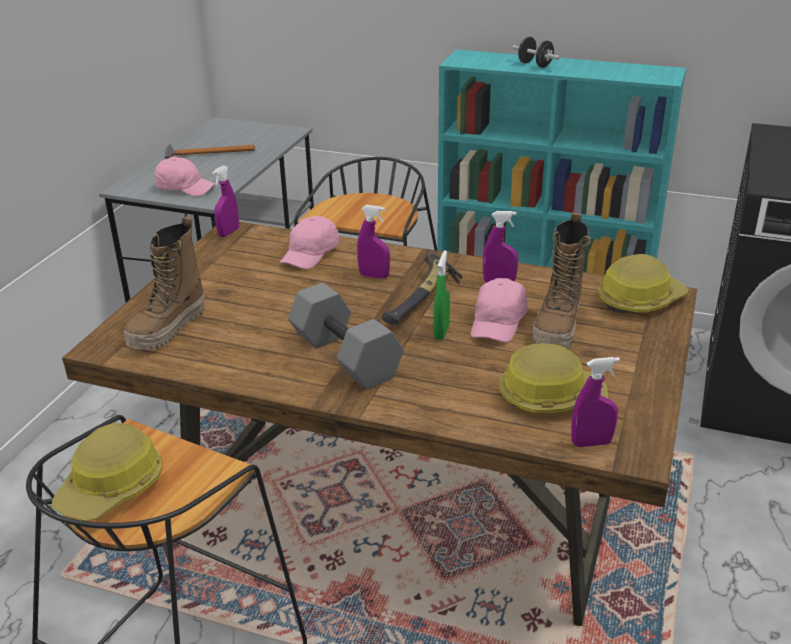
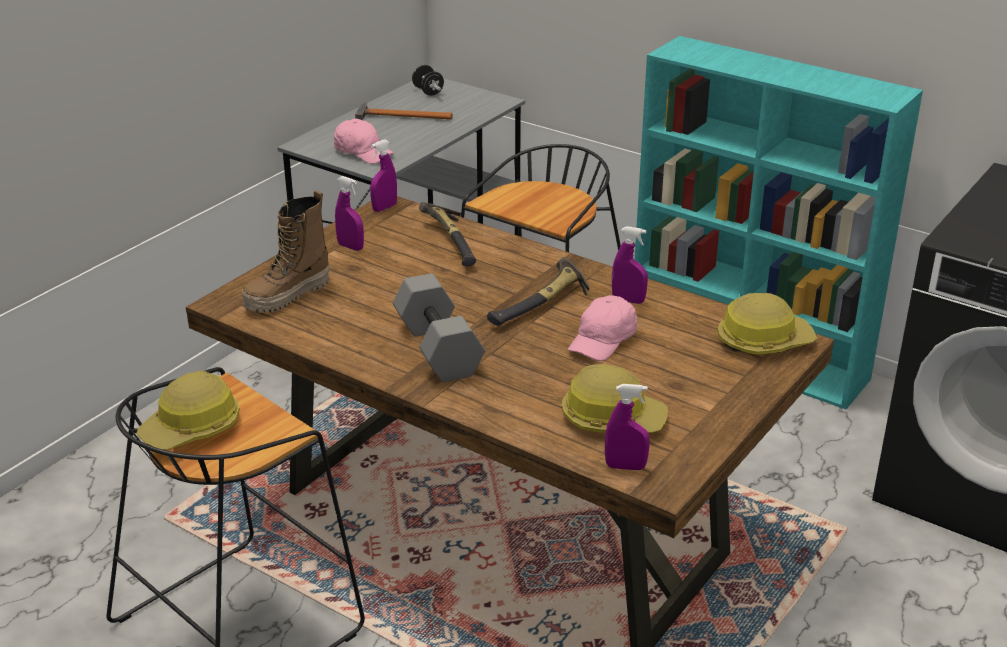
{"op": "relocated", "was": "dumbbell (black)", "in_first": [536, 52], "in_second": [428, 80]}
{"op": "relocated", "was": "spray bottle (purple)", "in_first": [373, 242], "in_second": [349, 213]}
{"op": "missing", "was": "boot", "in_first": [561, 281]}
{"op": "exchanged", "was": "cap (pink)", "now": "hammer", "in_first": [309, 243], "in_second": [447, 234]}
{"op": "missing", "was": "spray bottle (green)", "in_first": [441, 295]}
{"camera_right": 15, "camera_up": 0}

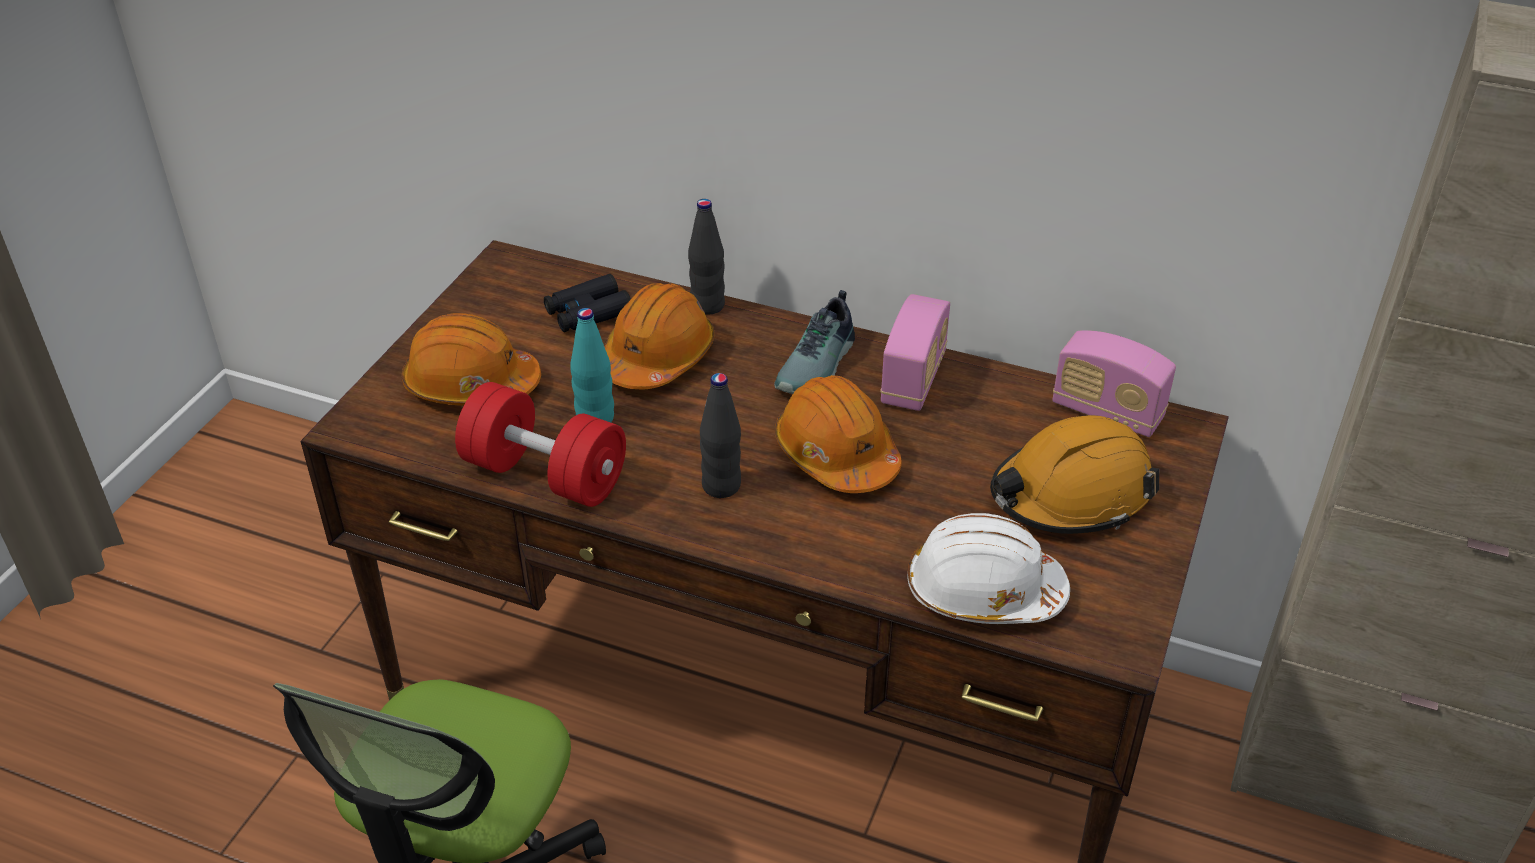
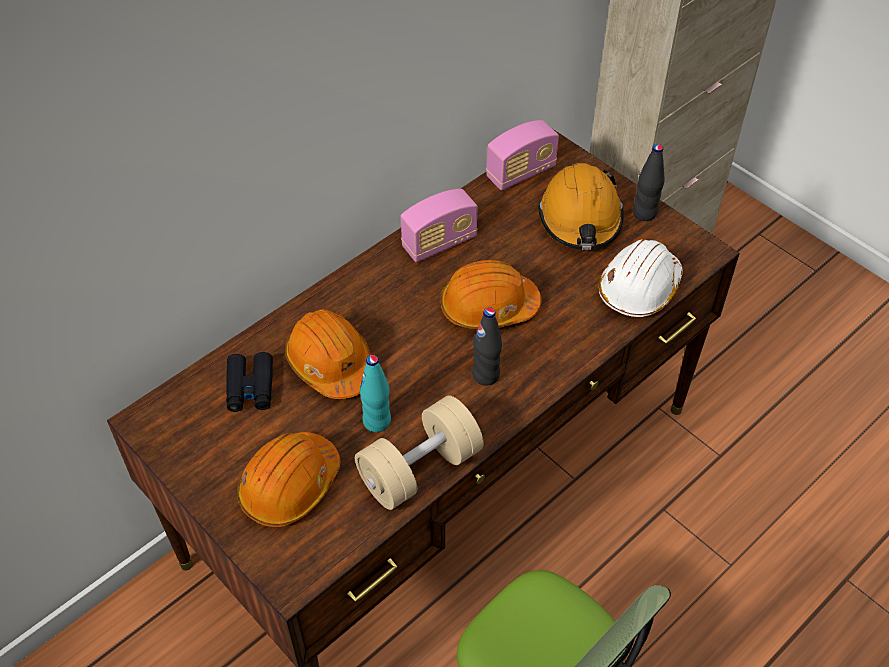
{"op": "relocated", "was": "bottle (black)", "in_first": [706, 257], "in_second": [649, 182]}
{"op": "missing", "was": "shoe", "in_first": [814, 342]}
{"op": "spun", "was": "radio", "in_first": [915, 352], "in_second": [439, 225], "clockwise": 105}
{"op": "colour", "was": "dumbbell (red)", "now": "dumbbell (beige)", "in_first": [540, 444], "in_second": [419, 453]}
{"camera_right": -65, "camera_up": 10}

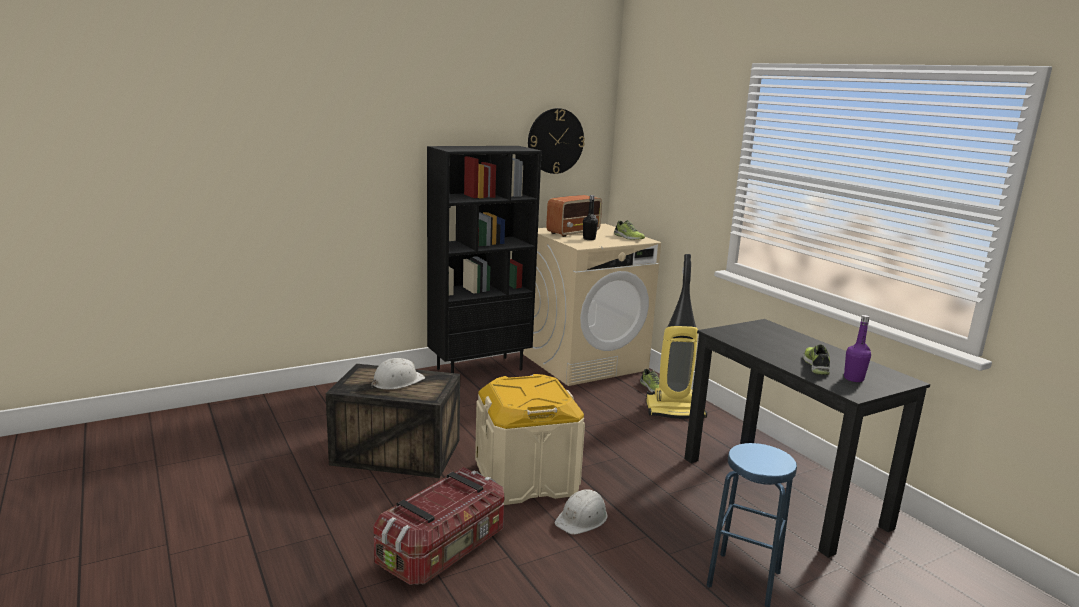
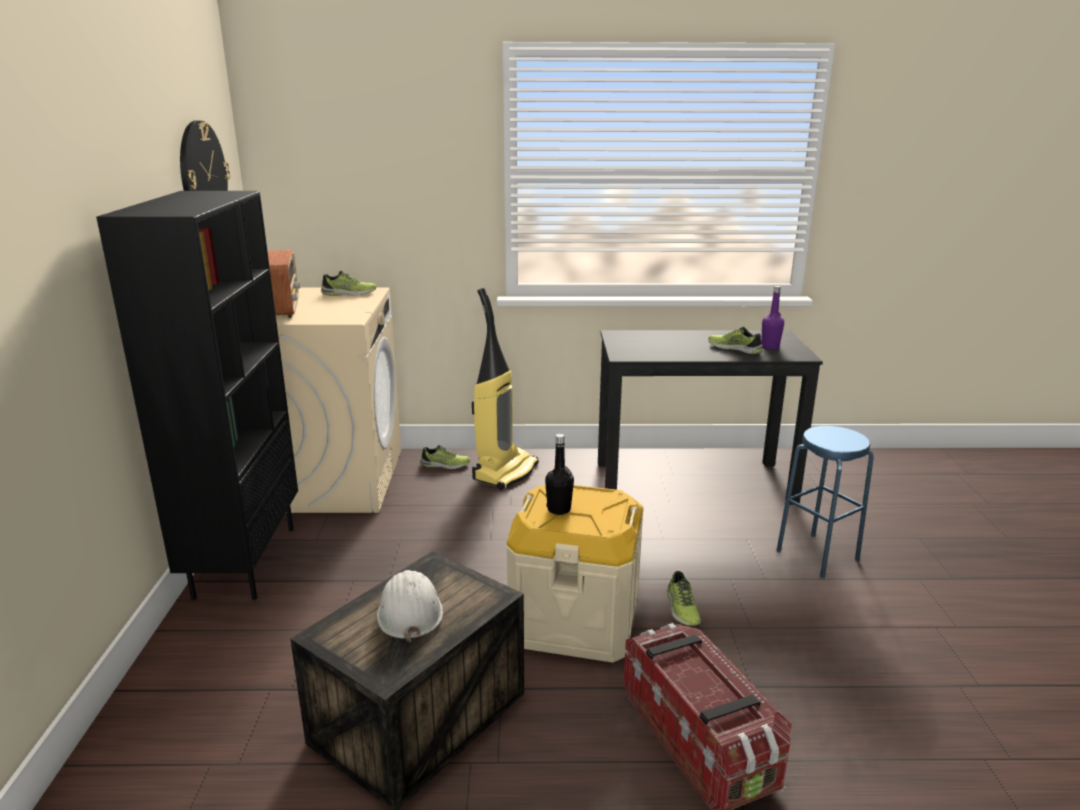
{"op": "relocated", "was": "bottle (black)", "in_first": [590, 217], "in_second": [559, 474]}
{"op": "exchanged", "was": "hard hat (white)", "now": "shoe", "in_first": [581, 512], "in_second": [684, 598]}
{"camera_right": -60, "camera_up": 5}

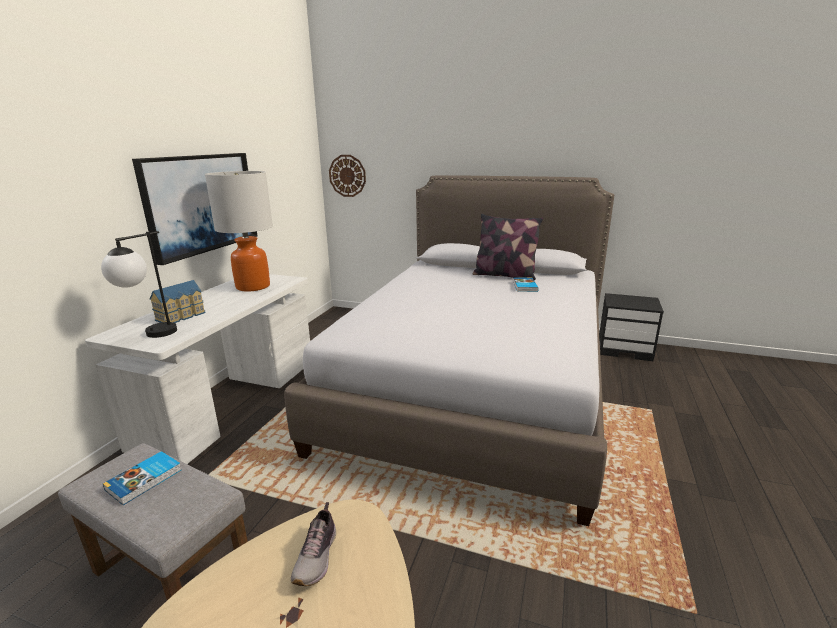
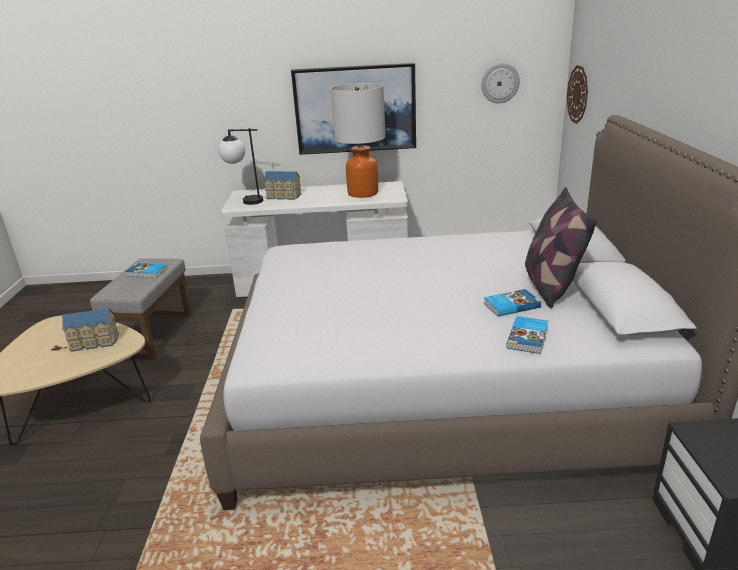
{"op": "exchanged", "was": "shoe", "now": "toy house", "in_first": [313, 544], "in_second": [90, 330]}
{"op": "appeared", "now": "wall clock", "in_second": [500, 83]}
{"op": "appeared", "now": "book", "in_second": [527, 335]}
{"camera_right": 70, "camera_up": 5}

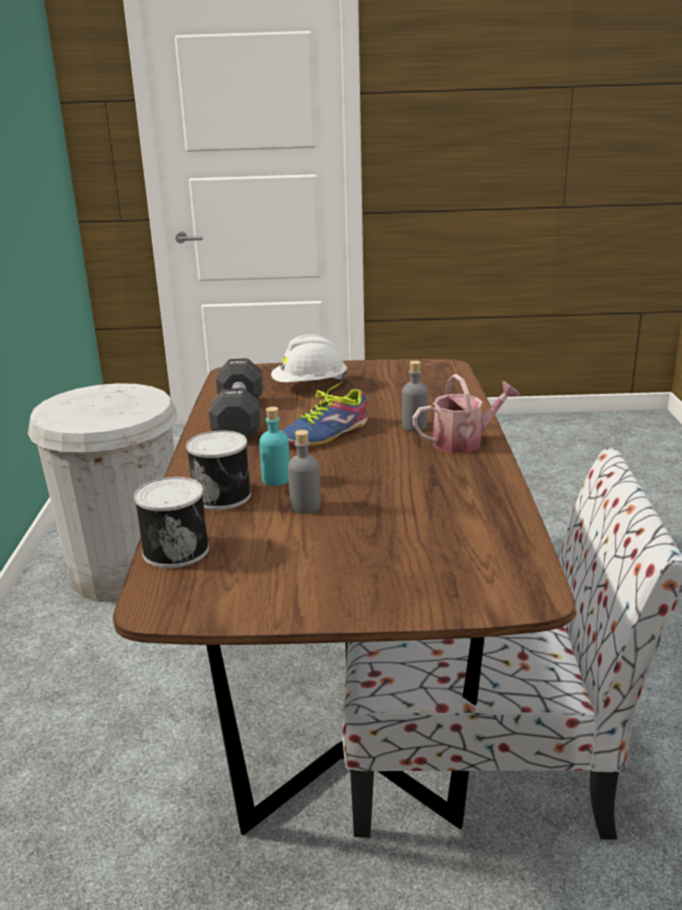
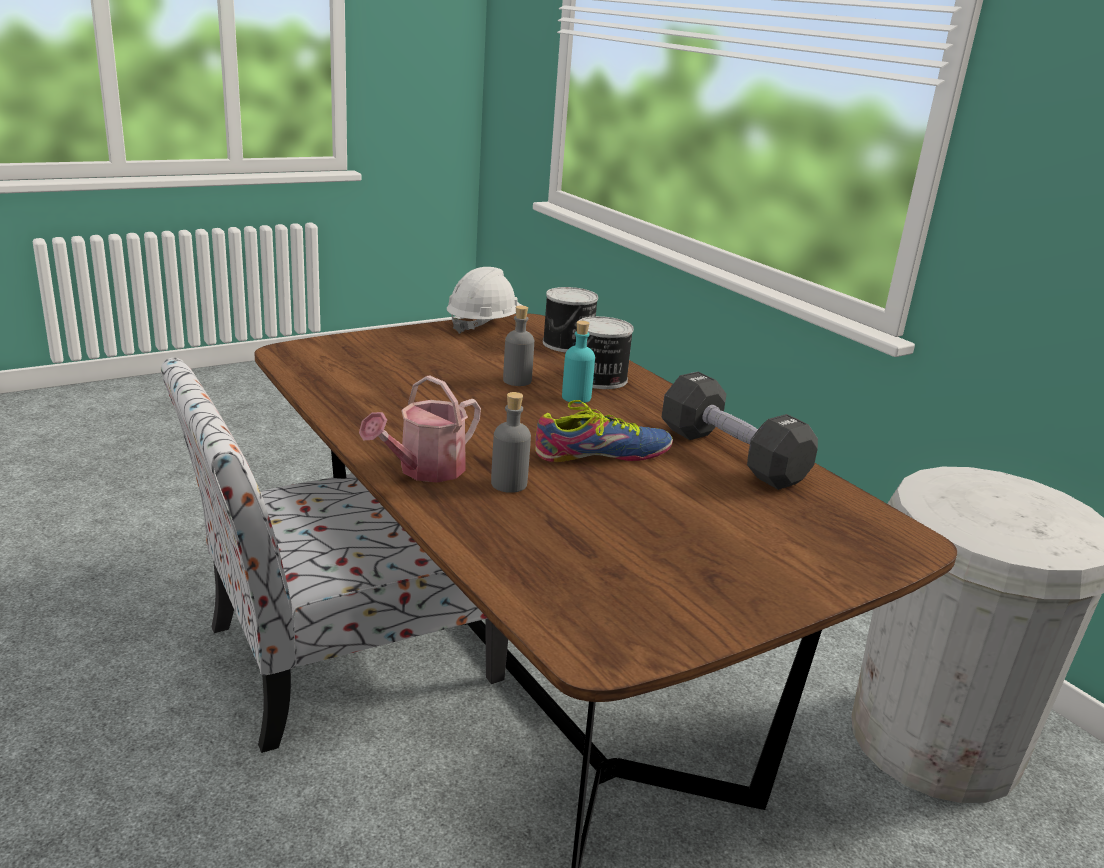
{"op": "relocated", "was": "hard hat (white)", "in_first": [309, 358], "in_second": [485, 300]}
{"op": "spun", "was": "shoe", "in_first": [325, 414], "in_second": [604, 431], "clockwise": 60}
{"camera_right": 145, "camera_up": 0}

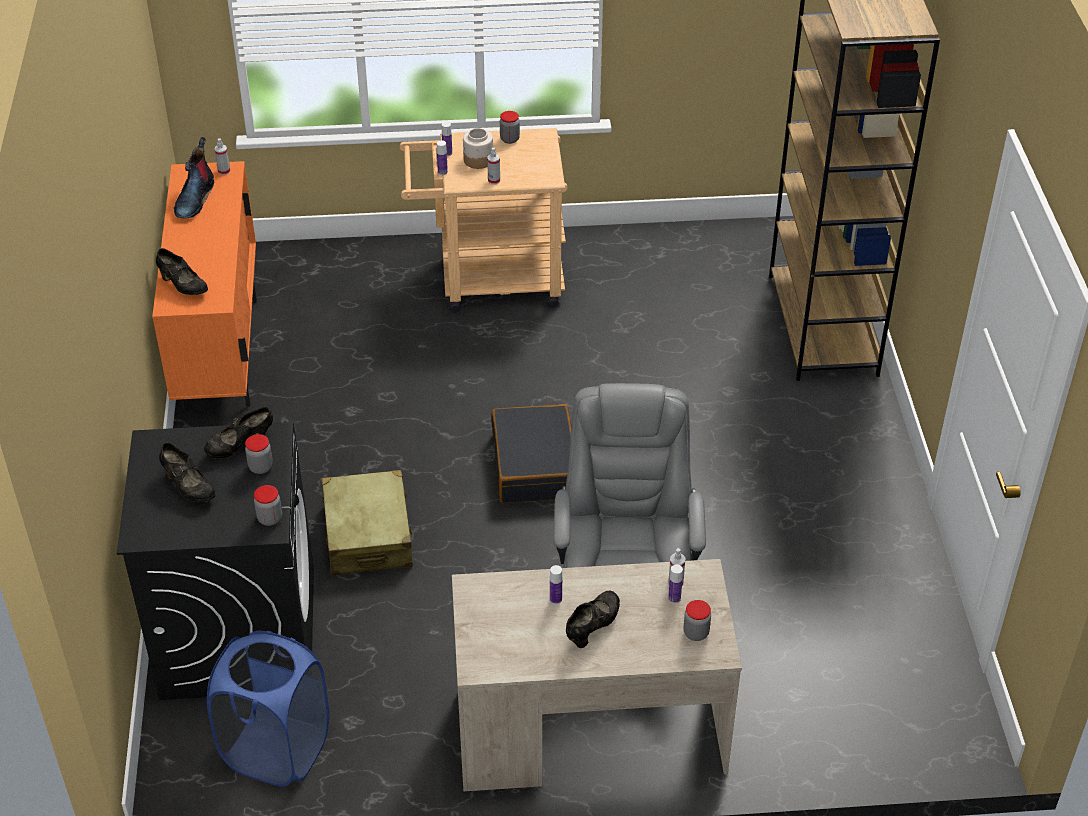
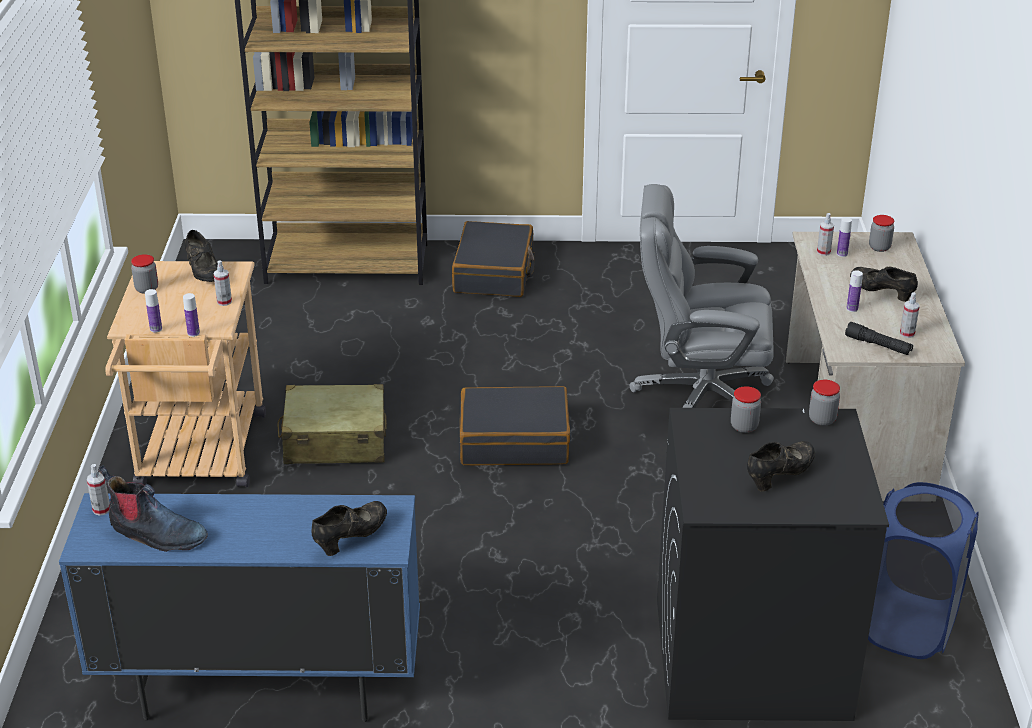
{"op": "missing", "was": "jar", "in_first": [478, 148]}
{"op": "colour", "was": "cabinet (orange)", "now": "cabinet (blue)", "in_first": [204, 286], "in_second": [239, 607]}
{"op": "relocated", "was": "shoe (black)", "in_first": [238, 432], "in_second": [201, 256]}
{"op": "relocated", "was": "suitcase (beige)", "in_first": [367, 523], "in_second": [332, 424]}
{"op": "appeared", "now": "suitcase (black)", "in_second": [493, 259]}
{"op": "appeared", "now": "spray bottle", "in_second": [909, 315]}
{"op": "appeared", "now": "flashlight (black)", "in_second": [879, 338]}
{"camera_right": -85, "camera_up": -10}

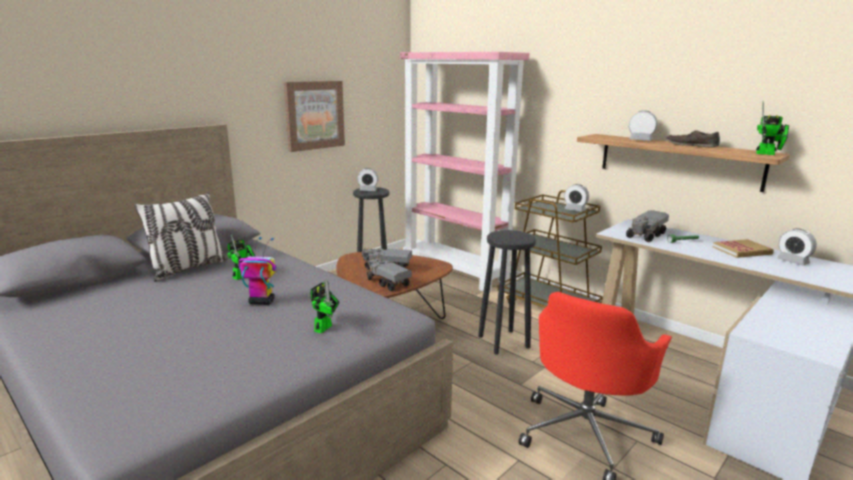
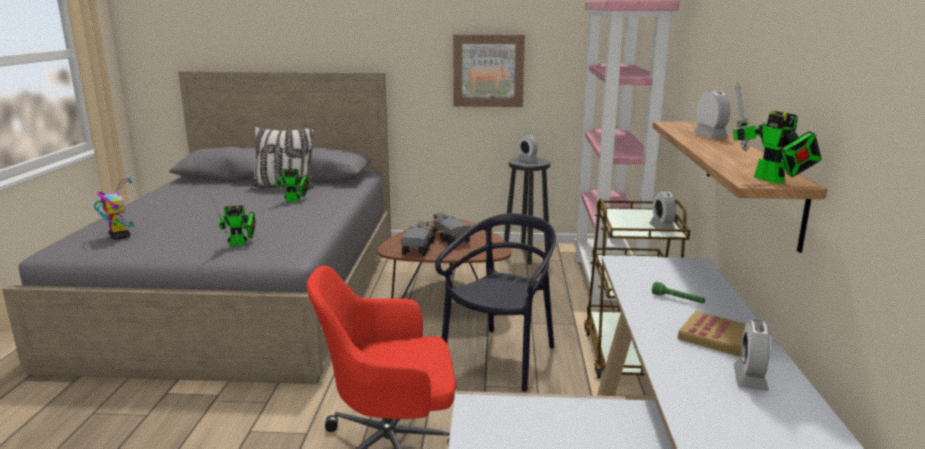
{"op": "missing", "was": "shoe (brown)", "in_first": [693, 138]}
{"op": "missing", "was": "toy truck", "in_first": [647, 226]}
{"op": "exchanged", "was": "stool (black)", "now": "chair (black)", "in_first": [507, 292], "in_second": [495, 302]}
{"op": "relocated", "was": "toy robot", "in_first": [257, 271], "in_second": [114, 209]}
{"camera_right": 50, "camera_up": 0}

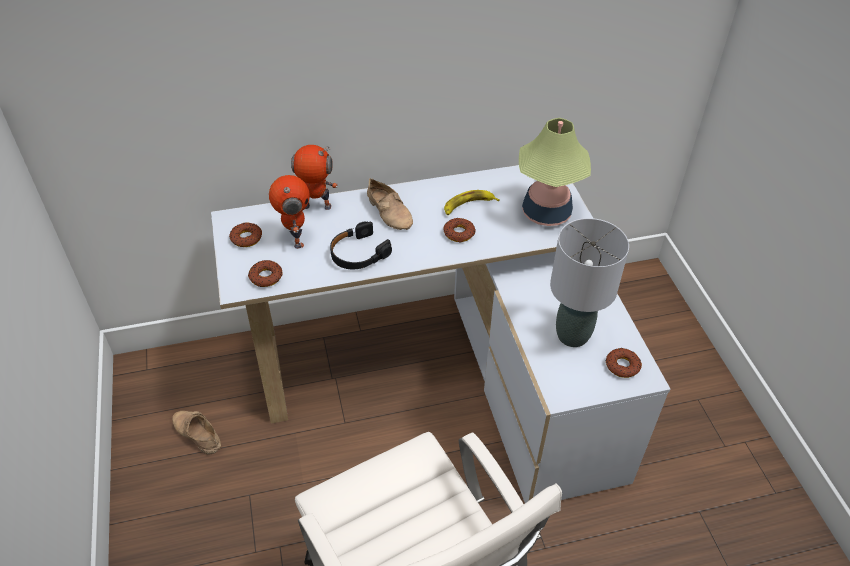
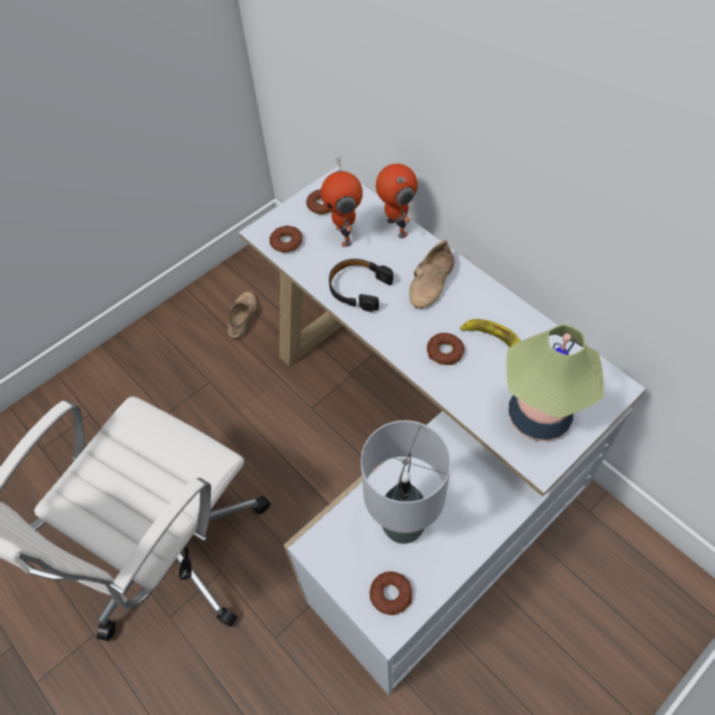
{"op": "spun", "was": "toy robot", "in_first": [289, 212], "in_second": [342, 202], "clockwise": 120}
{"camera_right": 65, "camera_up": 10}

